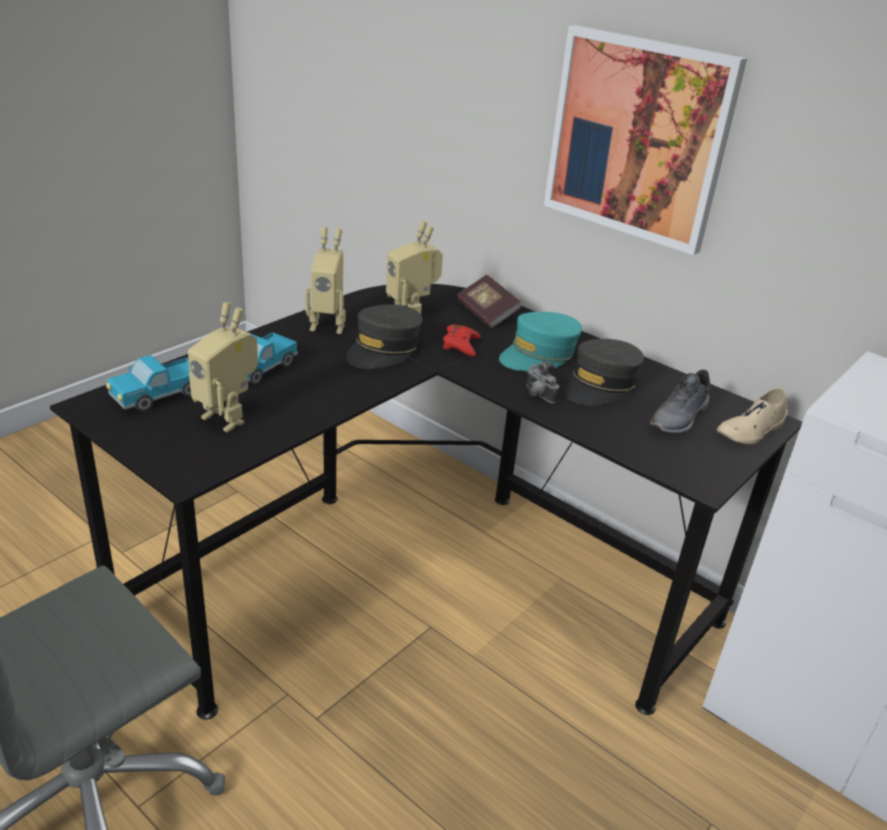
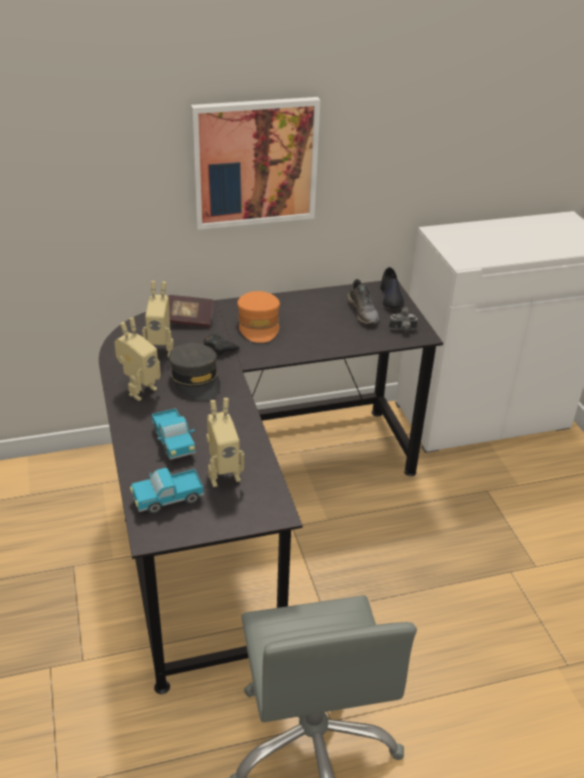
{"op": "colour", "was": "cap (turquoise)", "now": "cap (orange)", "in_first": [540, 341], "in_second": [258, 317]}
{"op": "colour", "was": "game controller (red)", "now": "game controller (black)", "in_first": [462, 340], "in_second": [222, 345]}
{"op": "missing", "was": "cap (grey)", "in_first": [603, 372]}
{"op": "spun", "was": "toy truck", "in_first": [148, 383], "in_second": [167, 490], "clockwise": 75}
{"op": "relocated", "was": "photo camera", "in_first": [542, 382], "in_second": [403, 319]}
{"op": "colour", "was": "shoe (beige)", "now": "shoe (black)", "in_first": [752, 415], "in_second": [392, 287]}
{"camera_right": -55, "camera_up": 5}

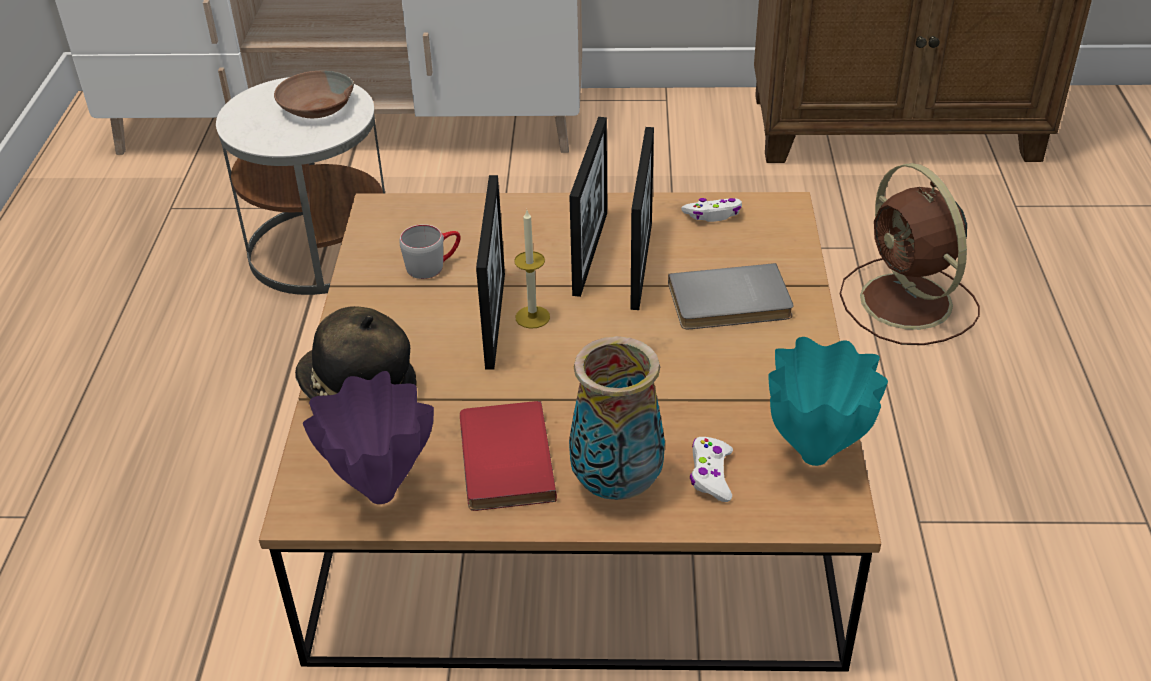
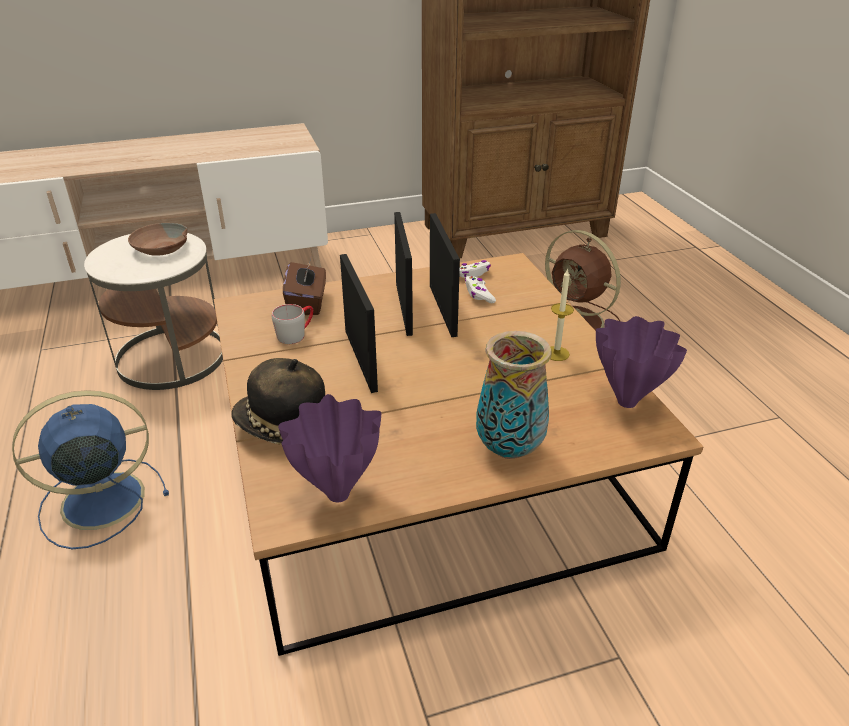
{"op": "relocated", "was": "candle", "in_first": [532, 269], "in_second": [562, 314]}
{"op": "missing", "was": "book (grey)", "in_first": [730, 296]}
{"op": "colour", "was": "vase (turquoise)", "now": "vase (purple)", "in_first": [828, 401], "in_second": [641, 362]}
{"op": "missing", "was": "book (red)", "in_first": [508, 456]}
{"op": "relocated", "was": "game controller (white)", "in_first": [711, 469], "in_second": [480, 289]}
{"op": "appeared", "now": "tissue box (brown)", "in_second": [304, 287]}
{"op": "appeared", "now": "fan (blue)", "in_second": [90, 469]}
{"camera_right": -20, "camera_up": -5}

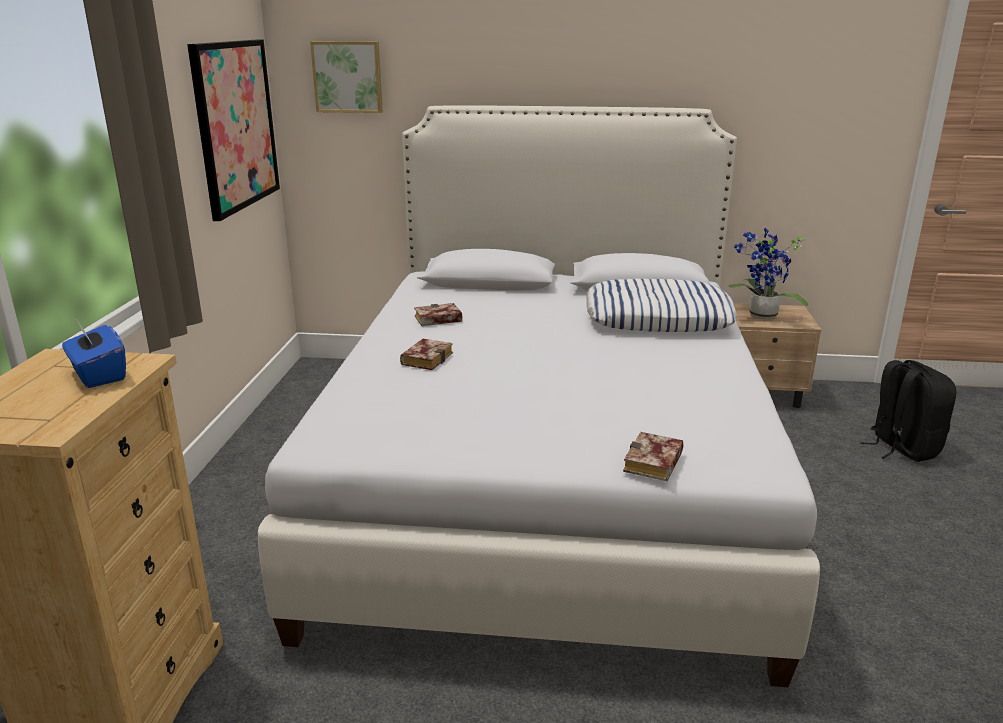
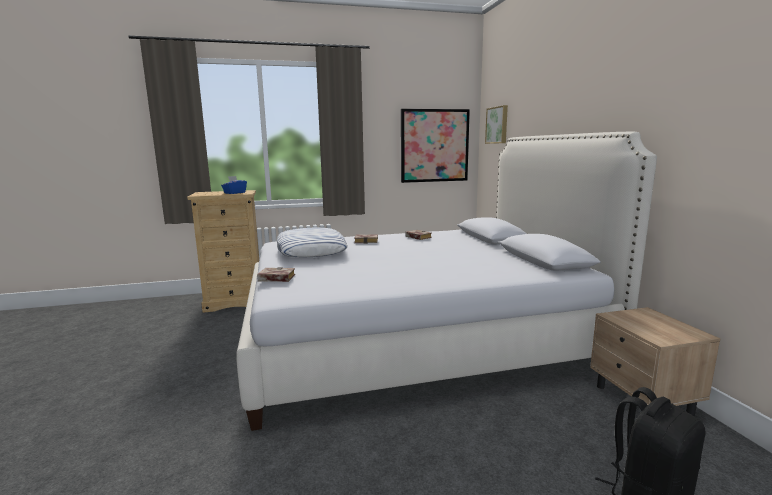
{"op": "missing", "was": "potted plant", "in_first": [768, 273]}
{"op": "relocated", "was": "pillow", "in_first": [662, 305], "in_second": [312, 242]}
{"camera_right": 70, "camera_up": -10}

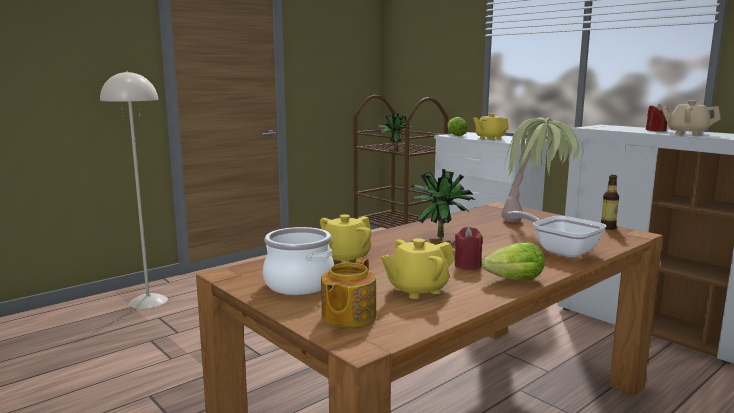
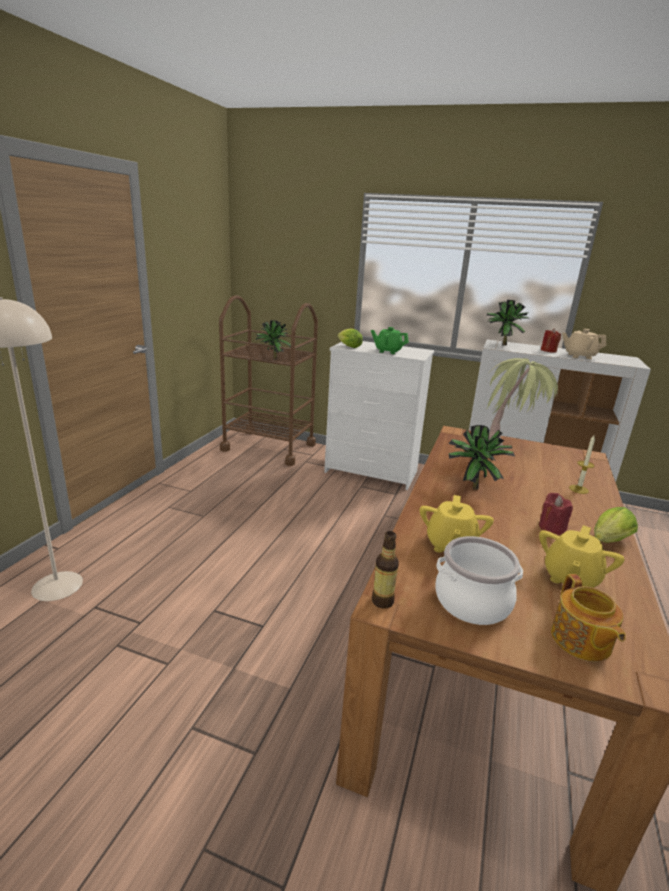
{"op": "colour", "was": "teapot (yellow)", "now": "teapot (green)", "in_first": [491, 126], "in_second": [390, 340]}
{"op": "relocated", "was": "bottle", "in_first": [610, 202], "in_second": [385, 569]}
{"op": "exchanged", "was": "frying pan", "now": "candle", "in_first": [556, 234], "in_second": [582, 464]}
{"op": "appeared", "now": "potted plant", "in_second": [508, 322]}
{"camera_right": -30, "camera_up": 10}

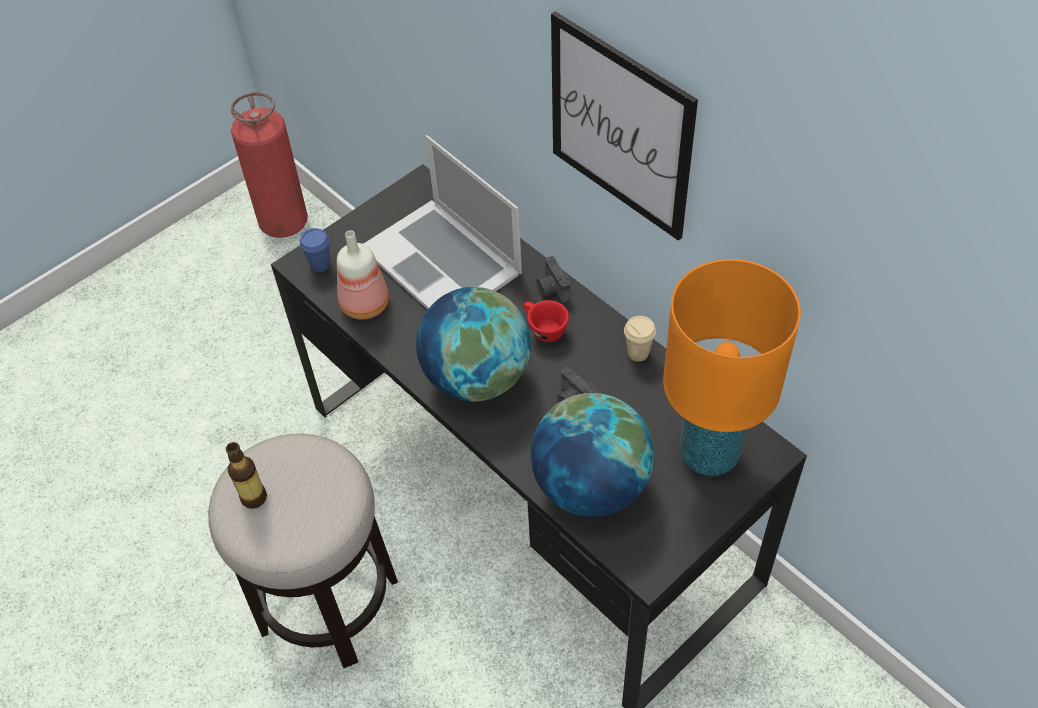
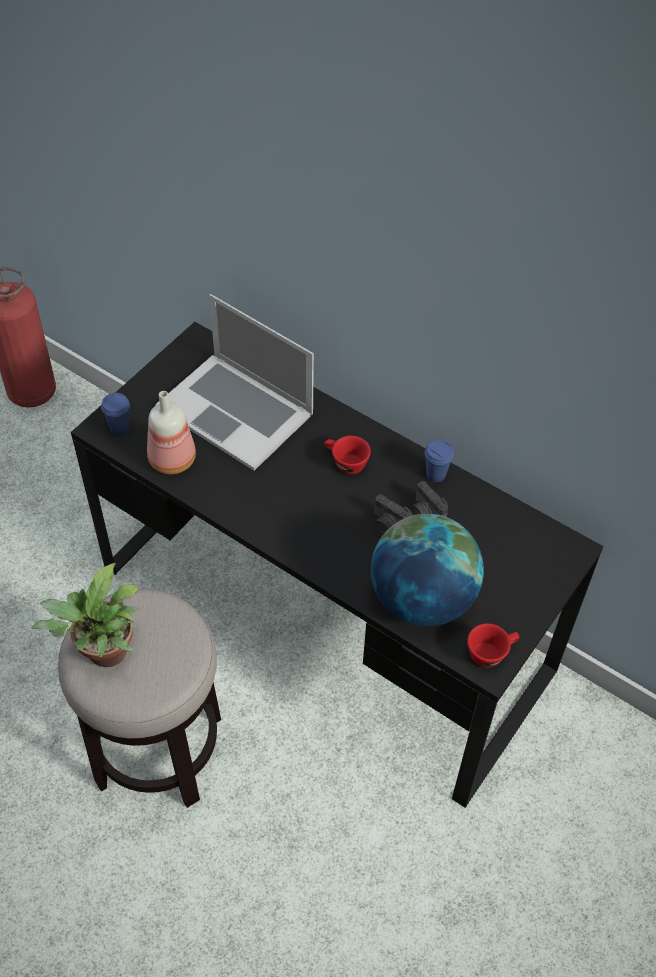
{"op": "missing", "was": "picture", "in_first": [624, 126]}
{"op": "relocated", "was": "photo camera", "in_first": [553, 279], "in_second": [429, 499]}
{"op": "missing", "was": "table lamp (orange)", "in_first": [732, 367]}
{"op": "missing", "was": "globe", "in_first": [473, 344]}
{"op": "colour", "was": "cup (beige)", "now": "cup (blue)", "in_first": [640, 339], "in_second": [439, 461]}
{"op": "exchanged", "was": "bottle", "now": "potted plant", "in_first": [246, 475], "in_second": [85, 615]}
{"op": "appeared", "now": "cup (red)", "in_second": [493, 645]}
{"camera_right": -15, "camera_up": 0}

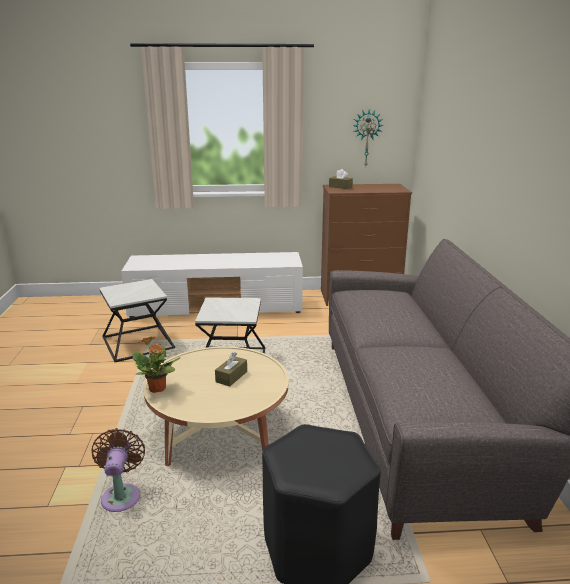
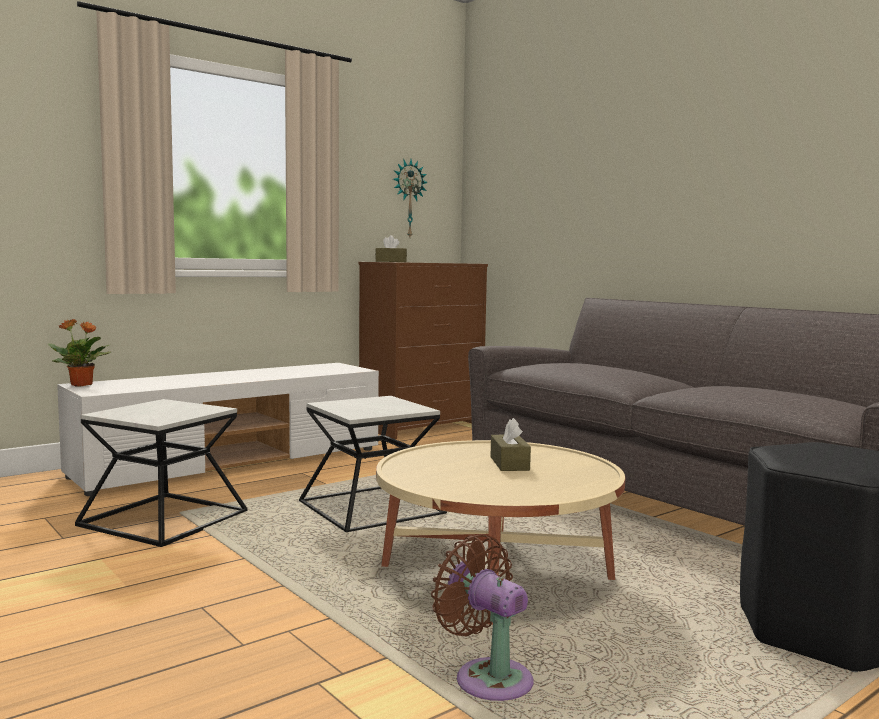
{"op": "relocated", "was": "potted plant", "in_first": [156, 364], "in_second": [79, 352]}
{"camera_right": -35, "camera_up": -15}

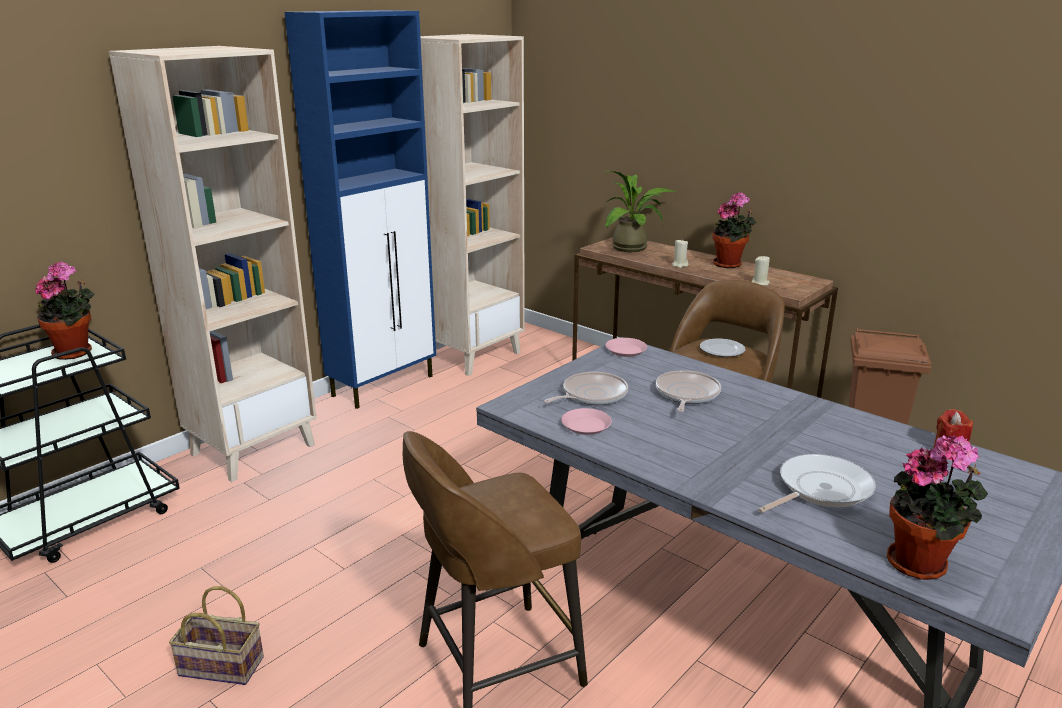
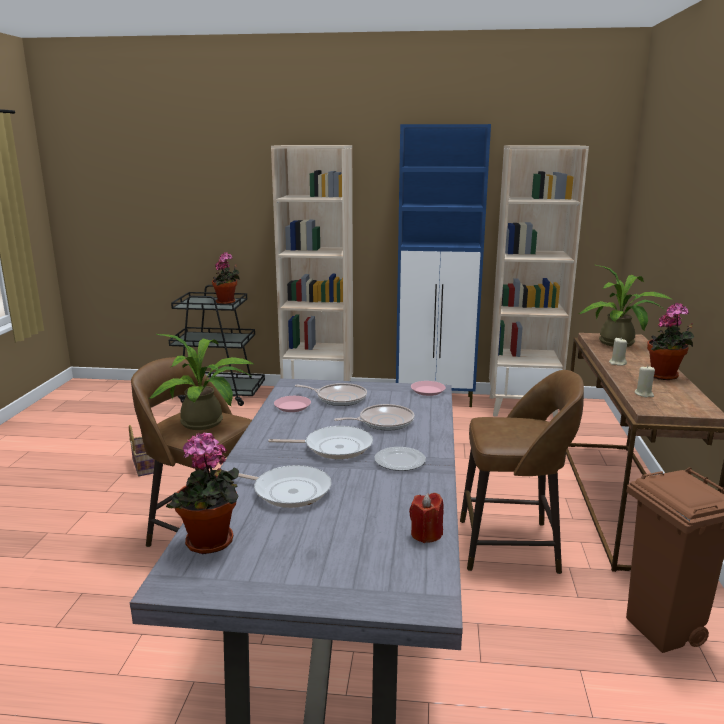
{"op": "relocated", "was": "plate", "in_first": [723, 348], "in_second": [400, 459]}
{"op": "appeared", "now": "potted plant", "in_second": [201, 382]}
{"op": "appeared", "now": "frying pan", "in_second": [320, 442]}
{"camera_right": 55, "camera_up": -5}

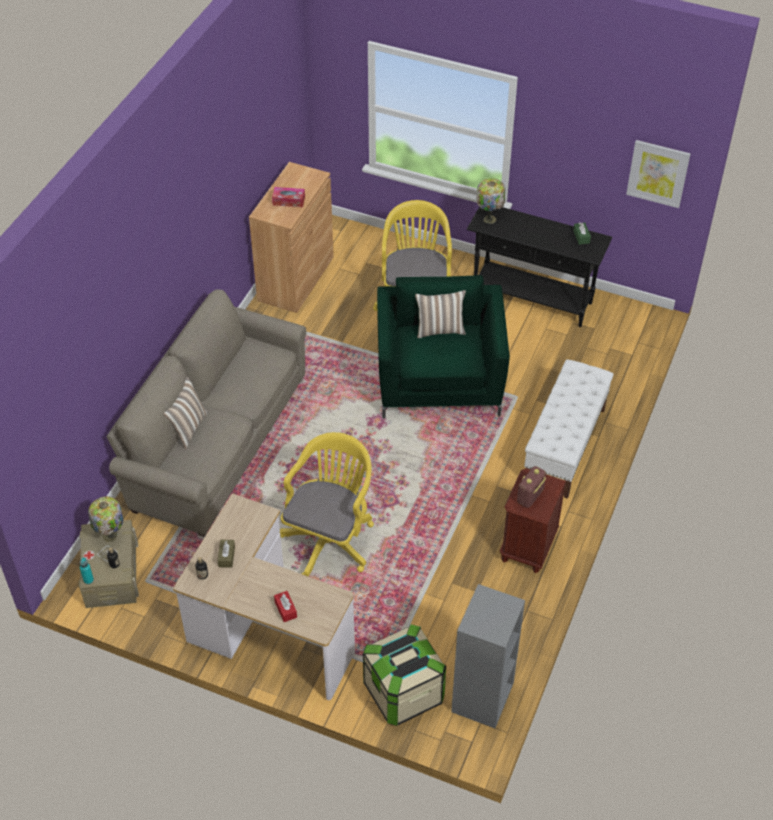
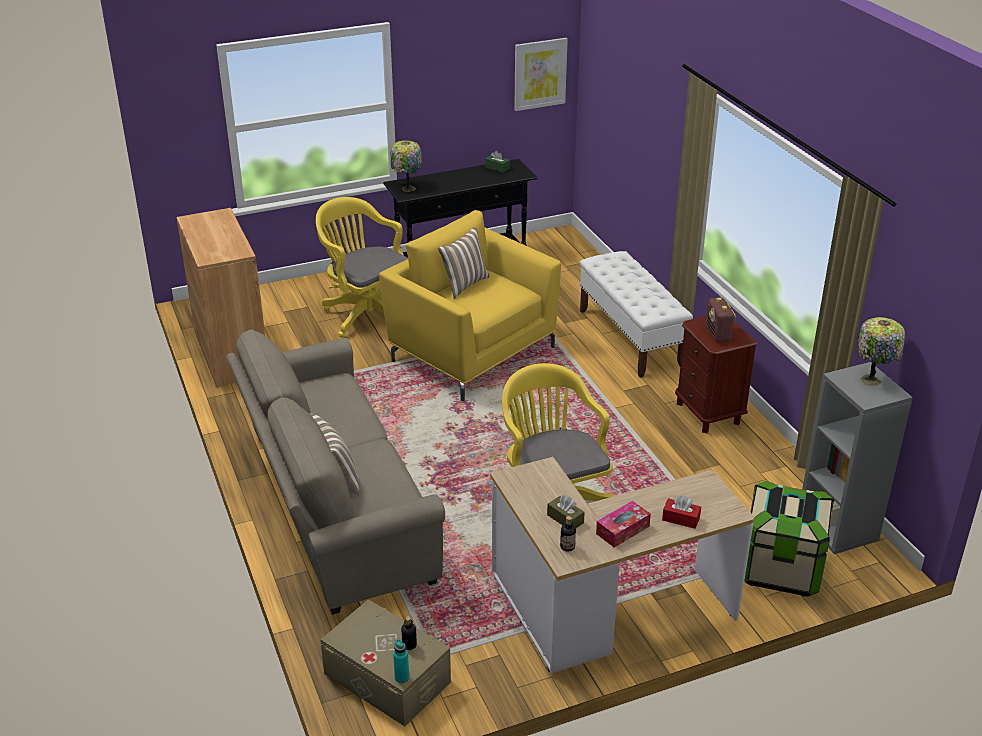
{"op": "relocated", "was": "tissue box", "in_first": [288, 197], "in_second": [623, 524]}
{"op": "colour", "was": "armchair (green)", "now": "armchair (yellow)", "in_first": [443, 347], "in_second": [470, 305]}
{"op": "relocated", "was": "table lamp", "in_first": [105, 519], "in_second": [881, 351]}
{"camera_right": -45, "camera_up": -15}

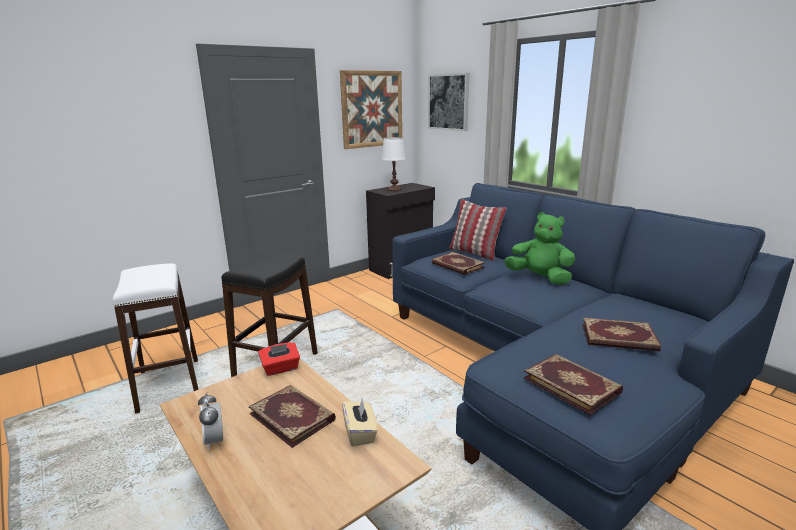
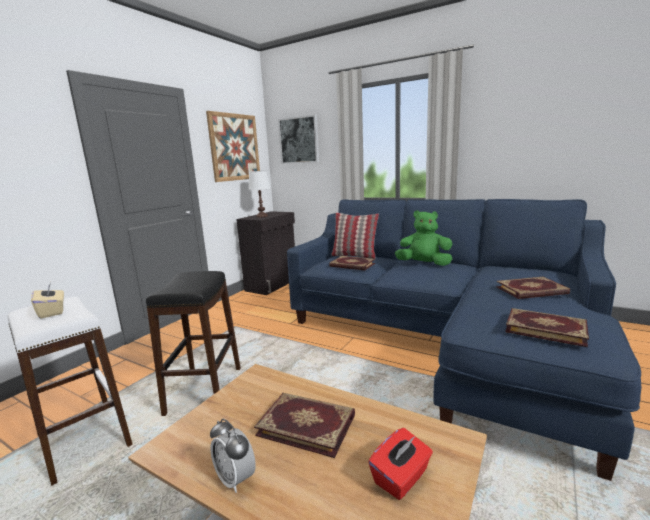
{"op": "relocated", "was": "tissue box (red)", "in_first": [279, 359], "in_second": [400, 464]}
{"op": "relocated", "was": "tissue box (beige)", "in_first": [360, 422], "in_second": [47, 300]}
{"camera_right": -20, "camera_up": -5}

